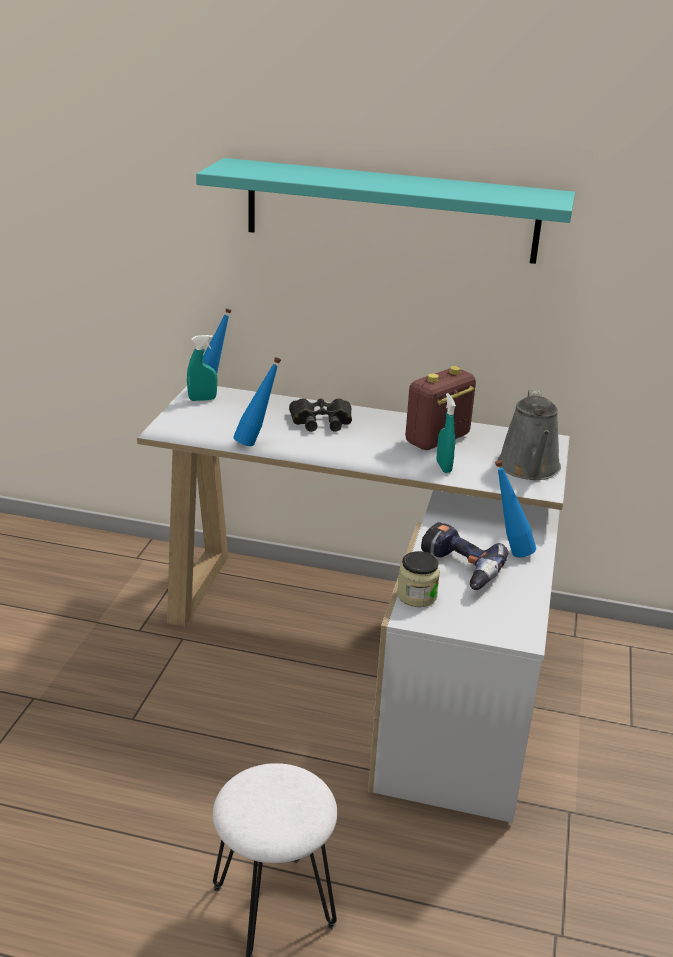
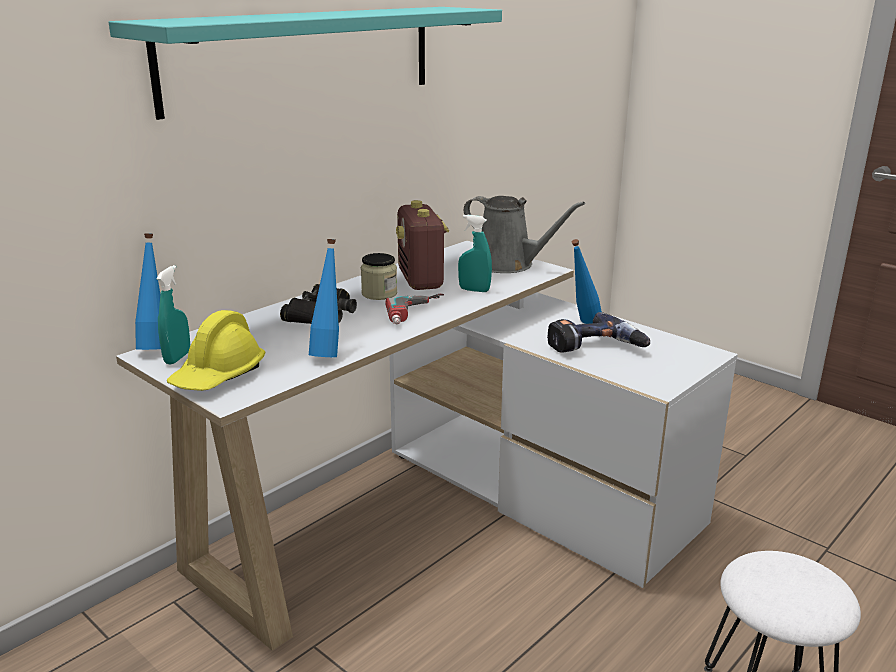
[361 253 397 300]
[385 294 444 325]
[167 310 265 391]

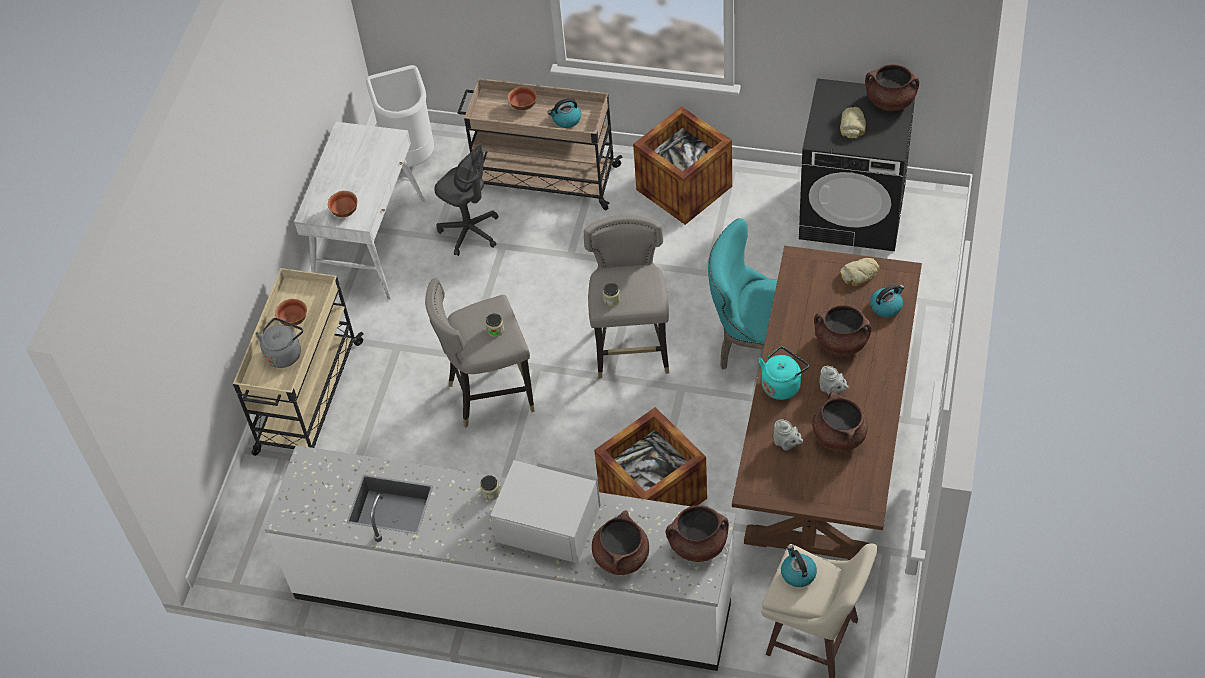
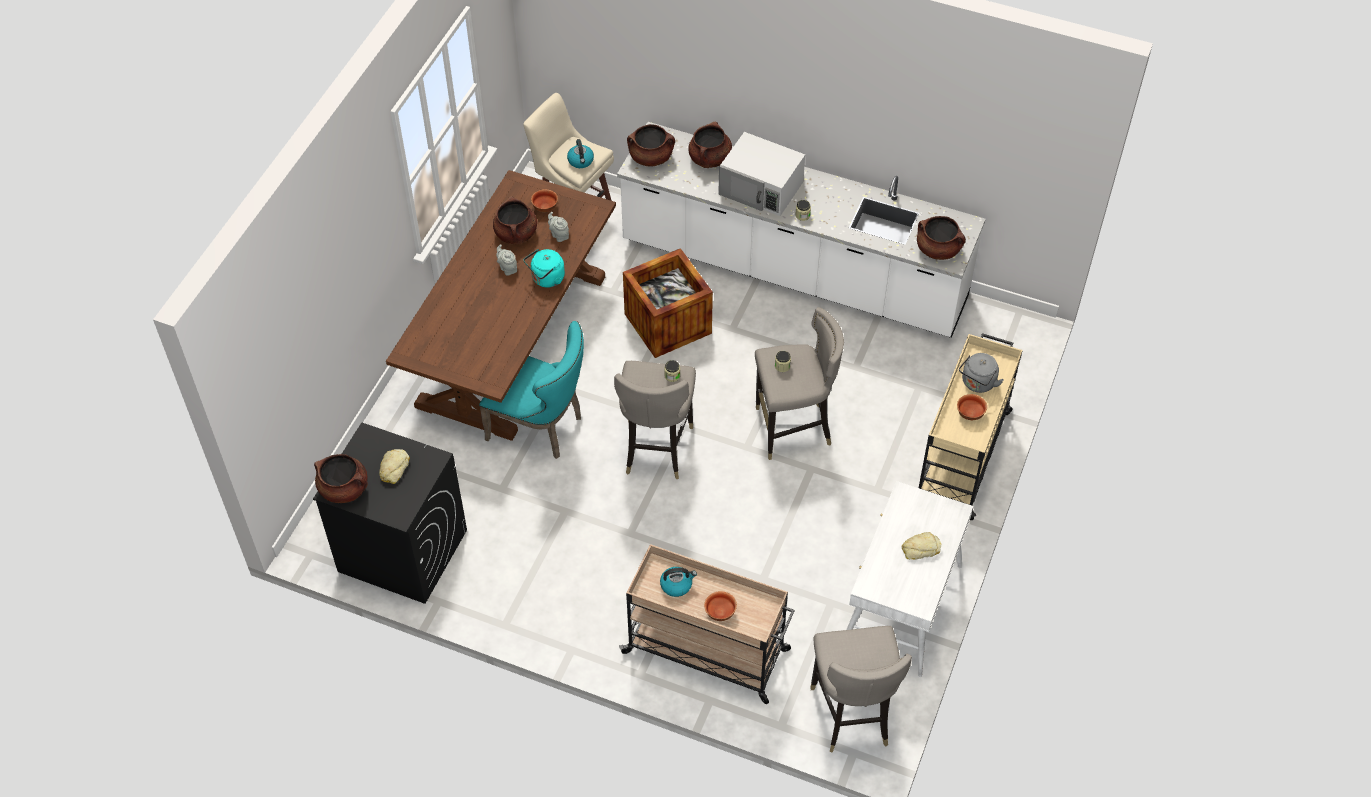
[810 626 912 753]
[633 106 732 225] (first image)
[434 143 498 256] (first image)
[531 189 558 212]
[902 532 942 560]
[870 284 904 317] (first image)
[917 216 966 260]

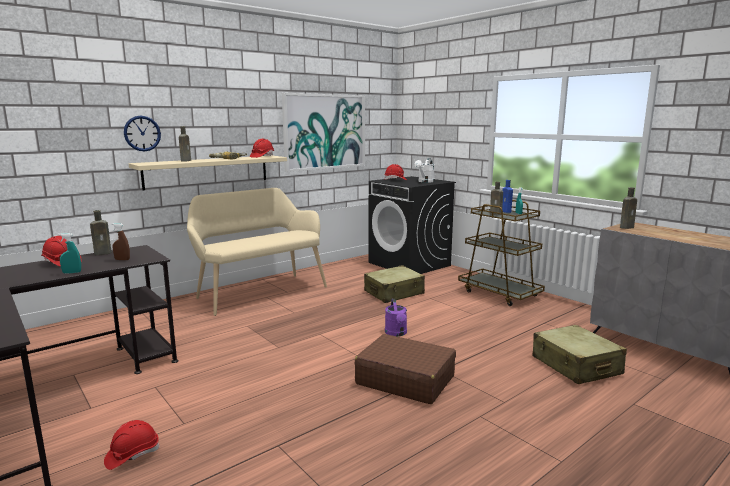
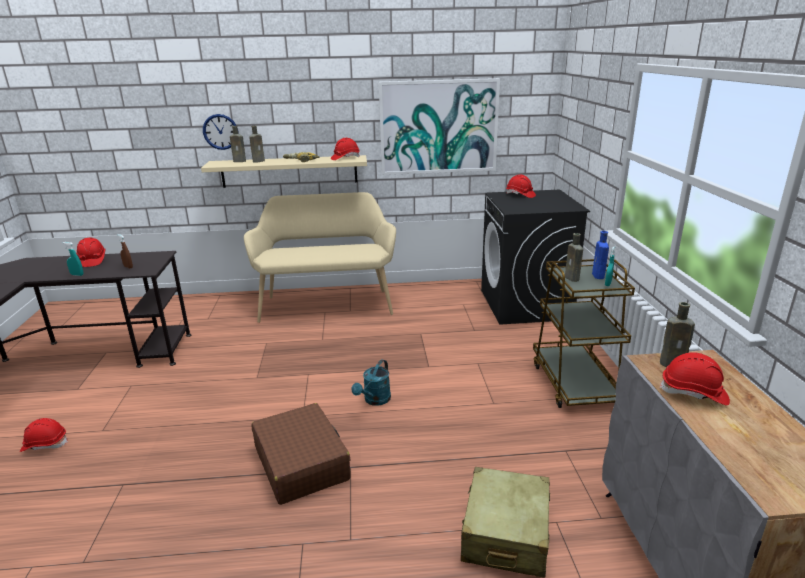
[415 158 435 183] (first image)
[230 126 246 162]
[364 265 425 303] (first image)
[352 359 391 406]
[659 352 730 406]

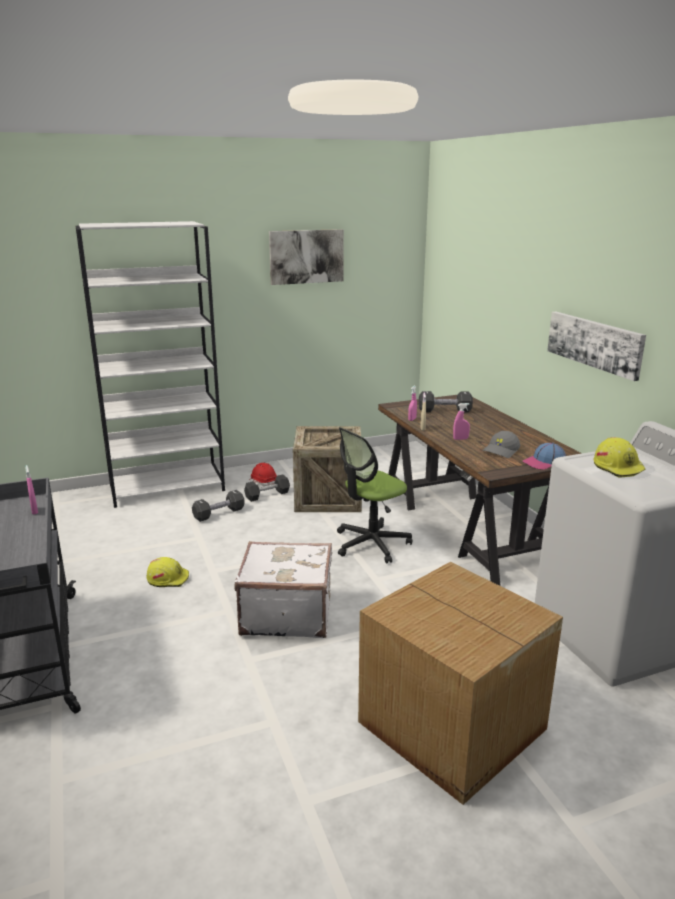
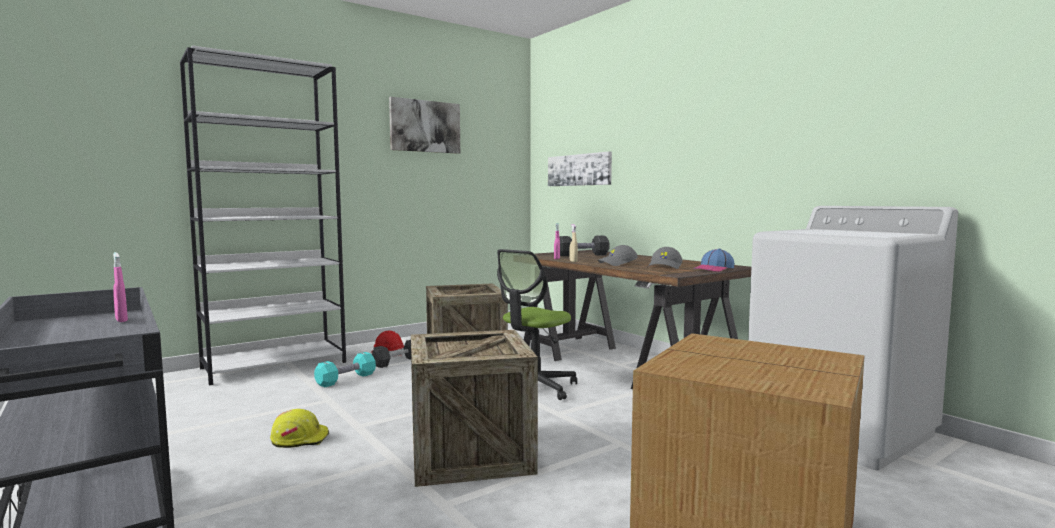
[548 151 612 186]
[598 245 638 266]
[593 437 646 478] (first image)
[314 352 376 387]
[411 330 538 487]

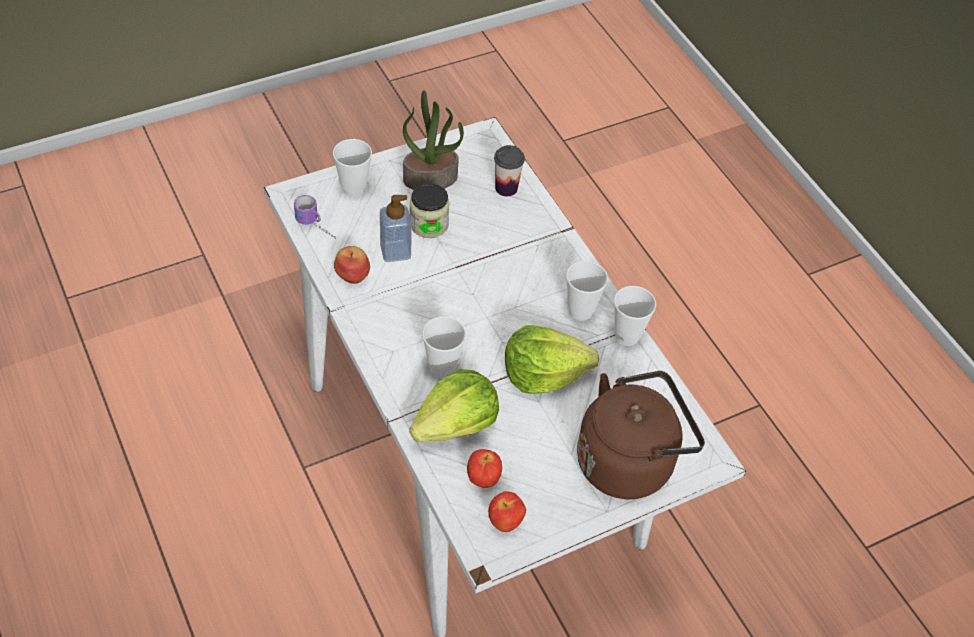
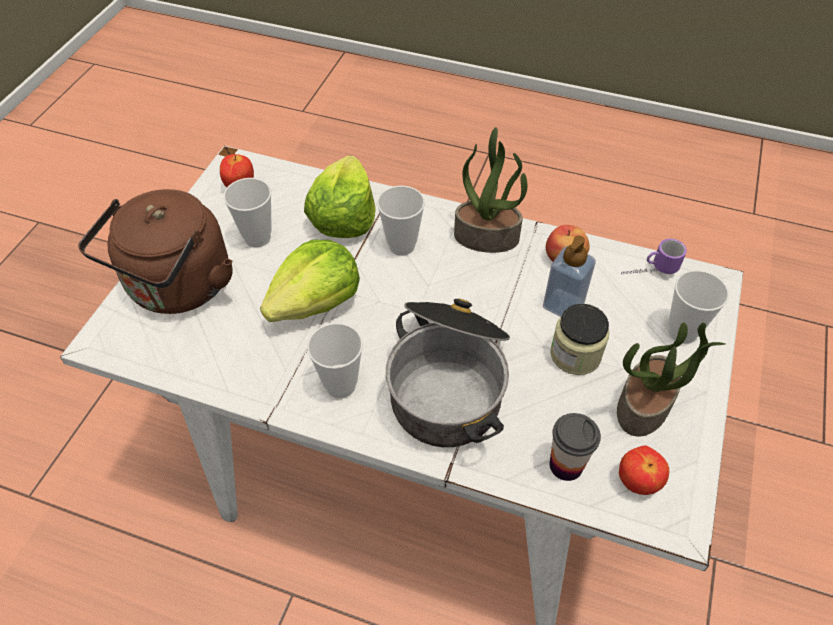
[224 178 272 248]
[619 445 669 495]
[454 127 527 253]
[386 299 510 447]

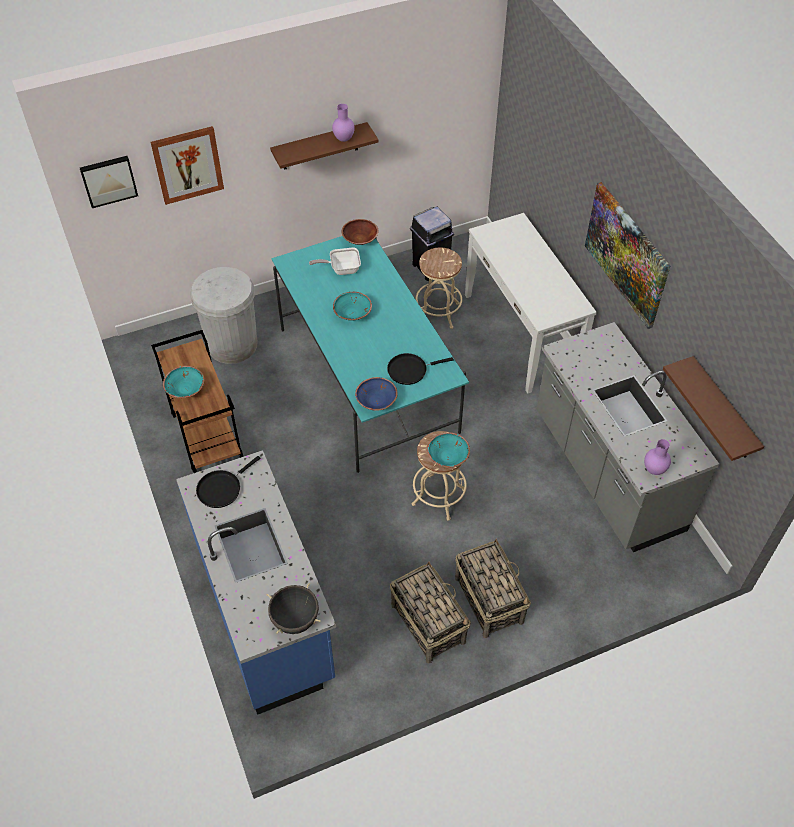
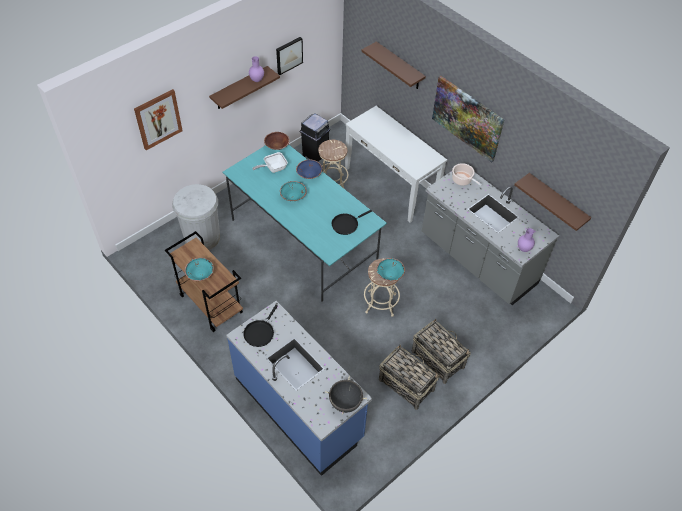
[276 37 303 75]
[296 159 323 179]
[361 41 426 89]
[452 163 482 186]

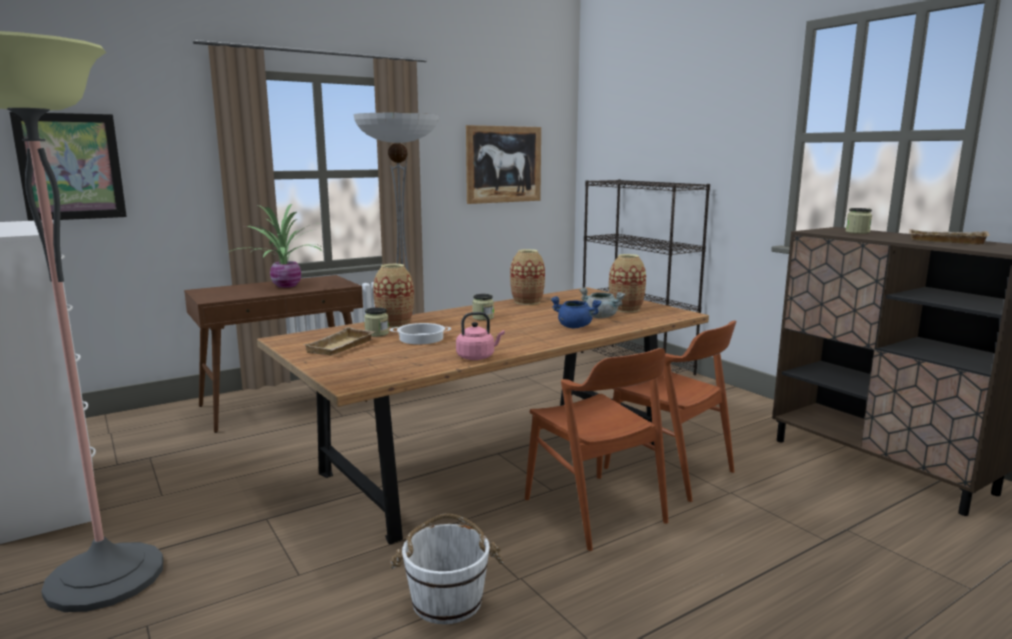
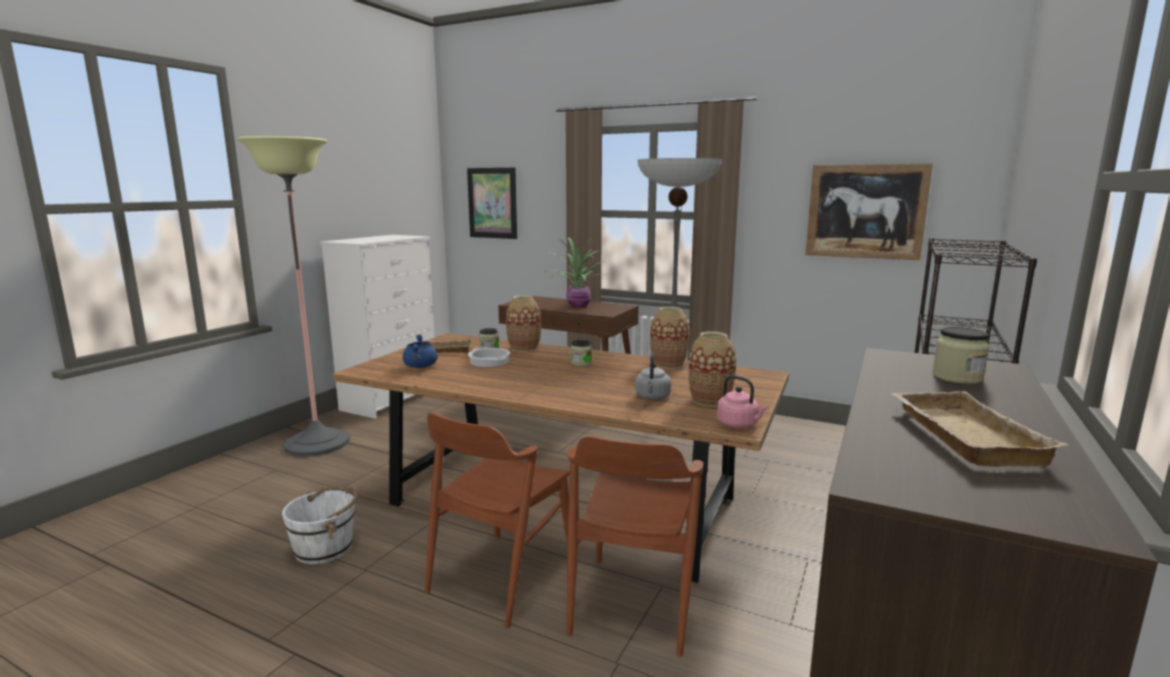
[635 352 672 400]
[403 334 438 368]
[717 375 768 428]

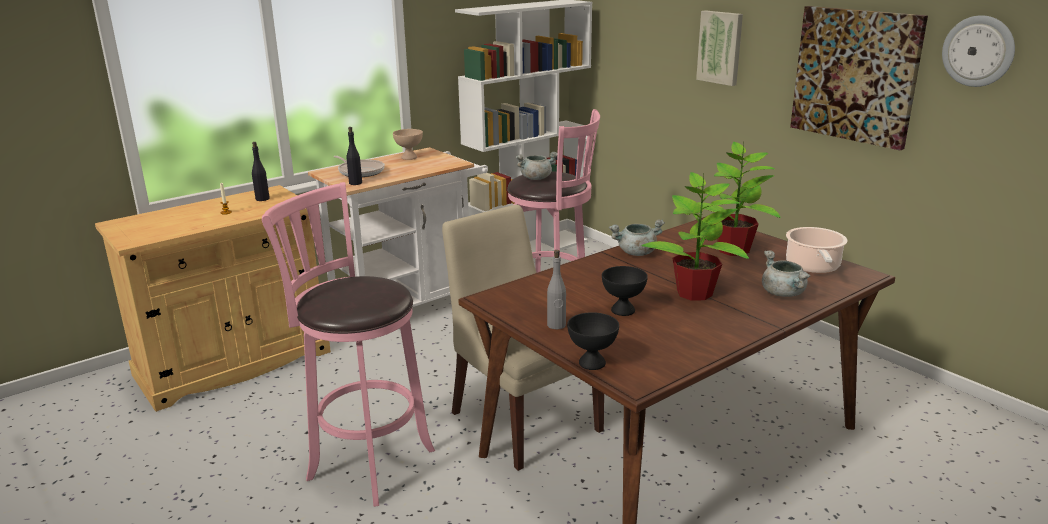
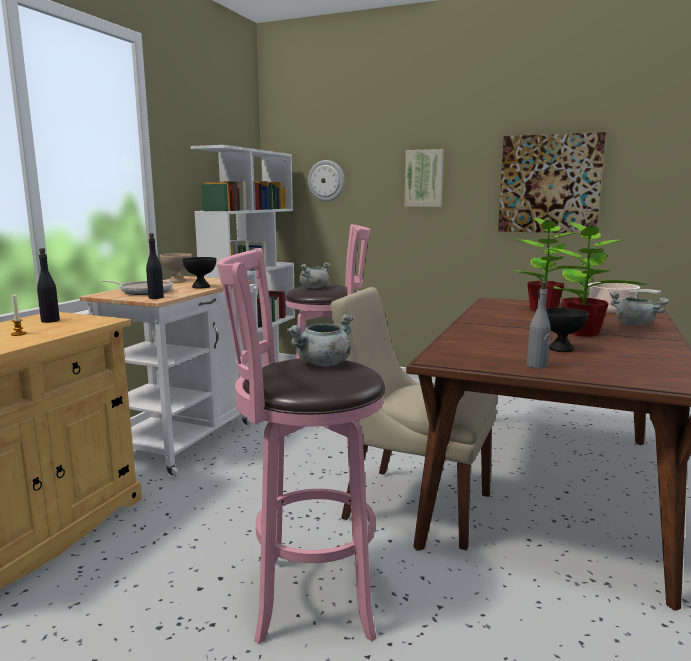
[308 160 345 202]
[287 314 354 366]
[182 257 216 289]

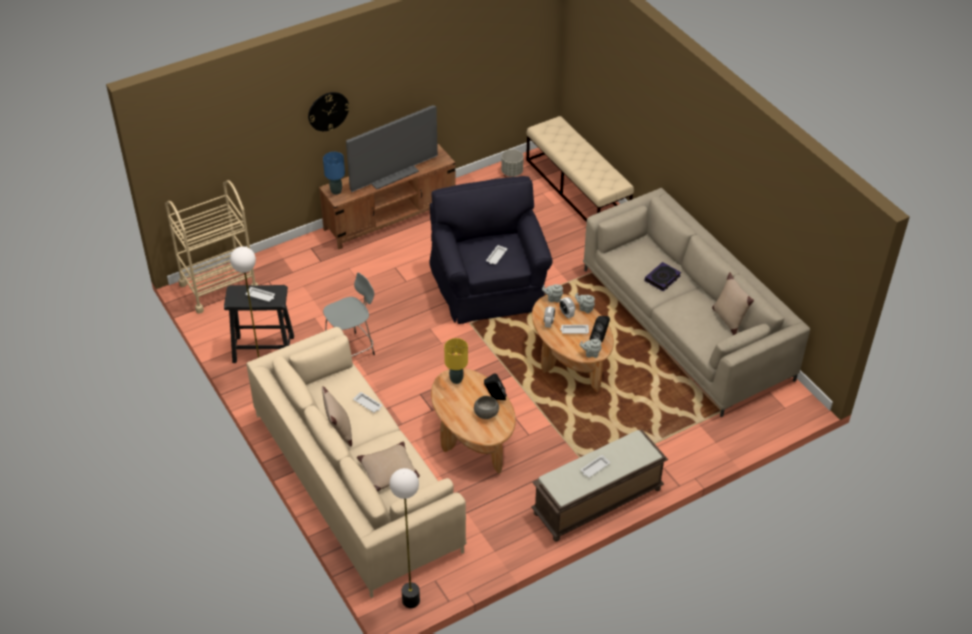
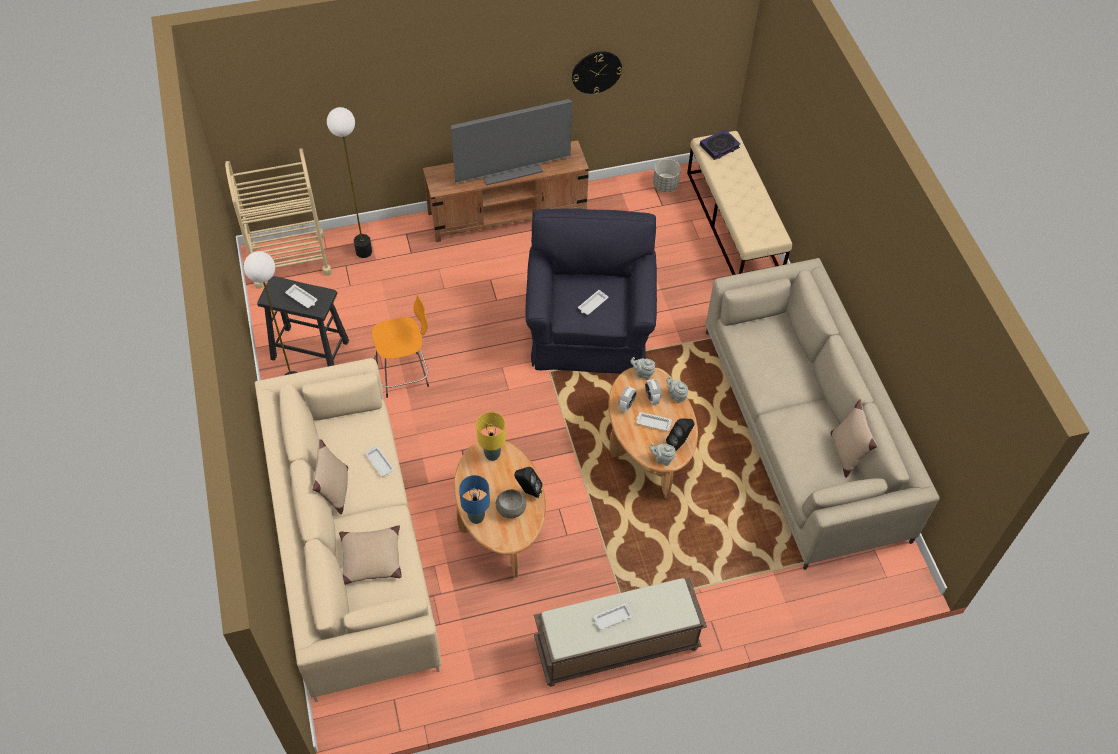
[572 52 622 94]
[459 475 490 524]
[700 129 740 160]
[372 295 429 398]
[327 107 372 258]

